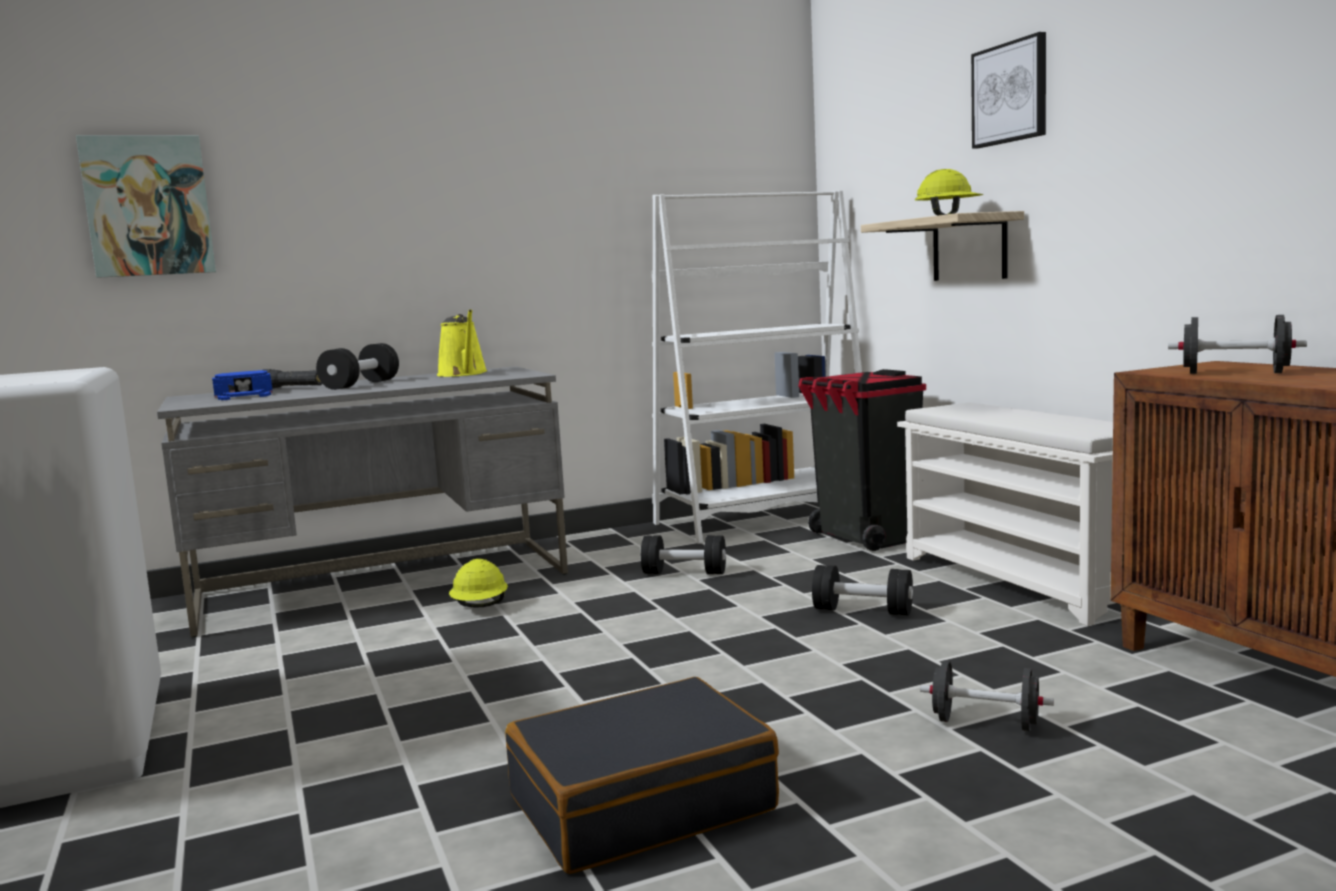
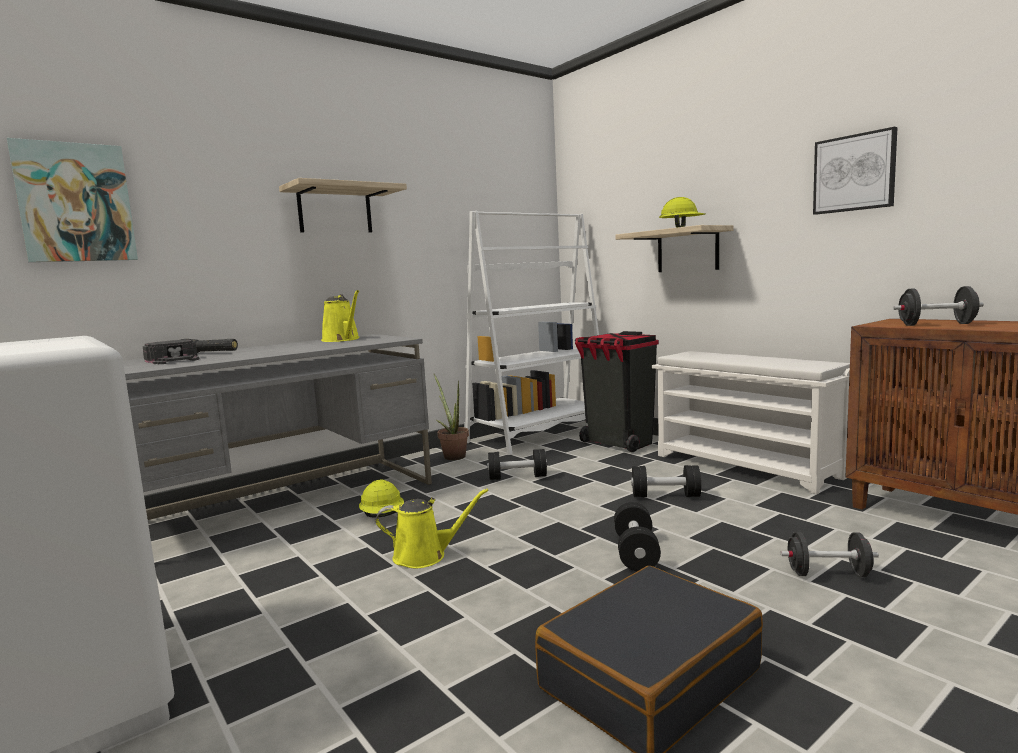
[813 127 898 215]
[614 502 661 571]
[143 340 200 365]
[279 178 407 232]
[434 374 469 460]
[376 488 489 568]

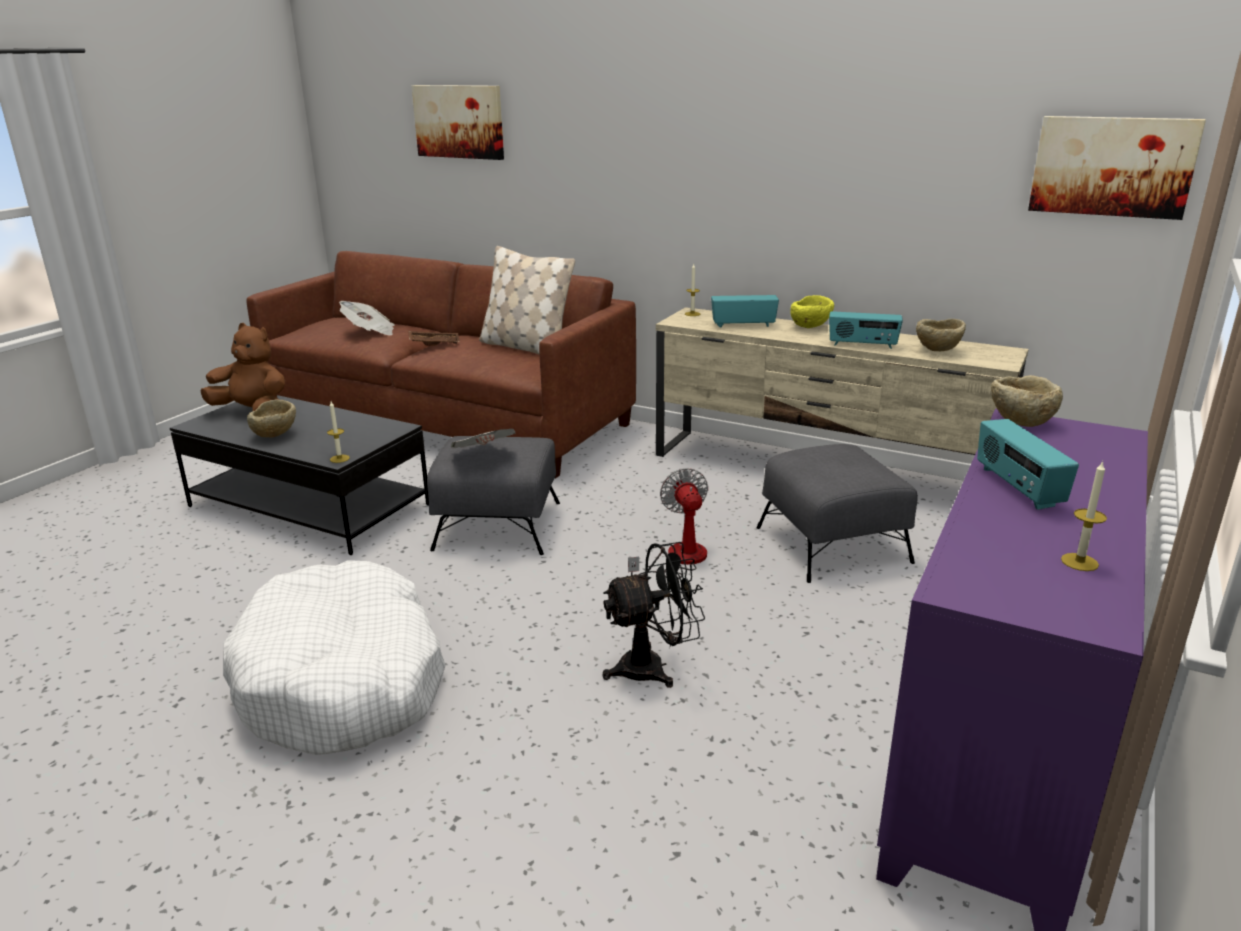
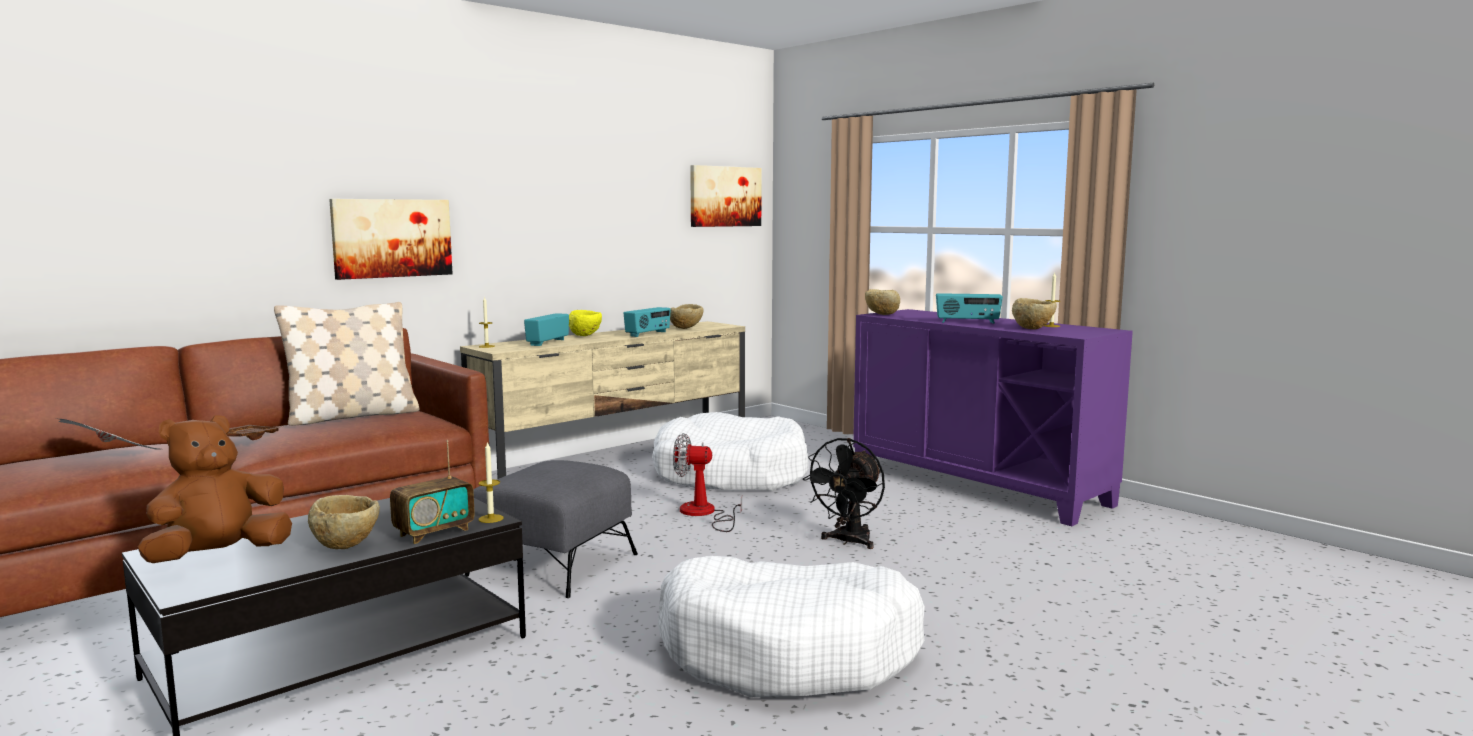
[329 199 452 280]
[451 429 515 448] (first image)
[652 412 808 491]
[803 438 885 549]
[1012 298 1057 329]
[390 440 475 544]

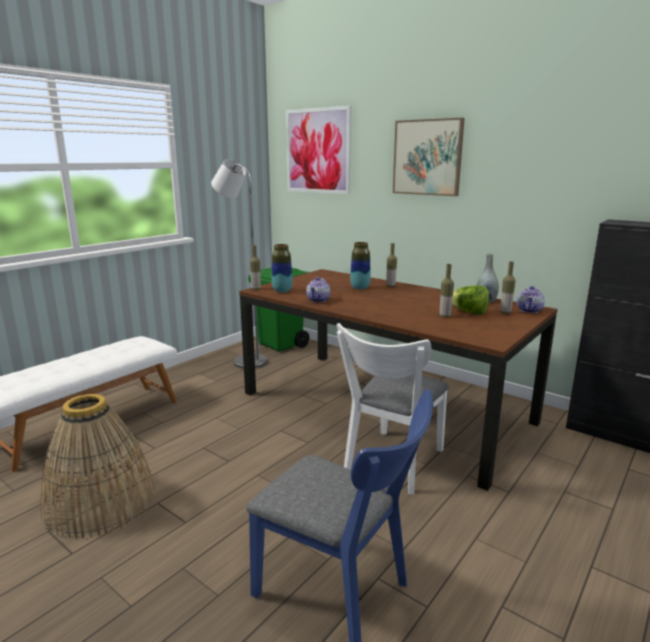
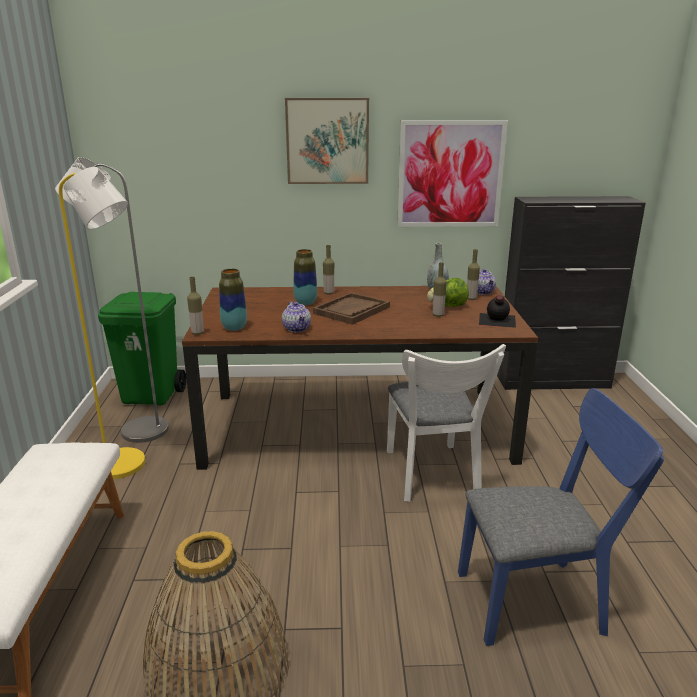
[397 120 508 227]
[59 167 145 479]
[313 292 390 325]
[479 295 516 328]

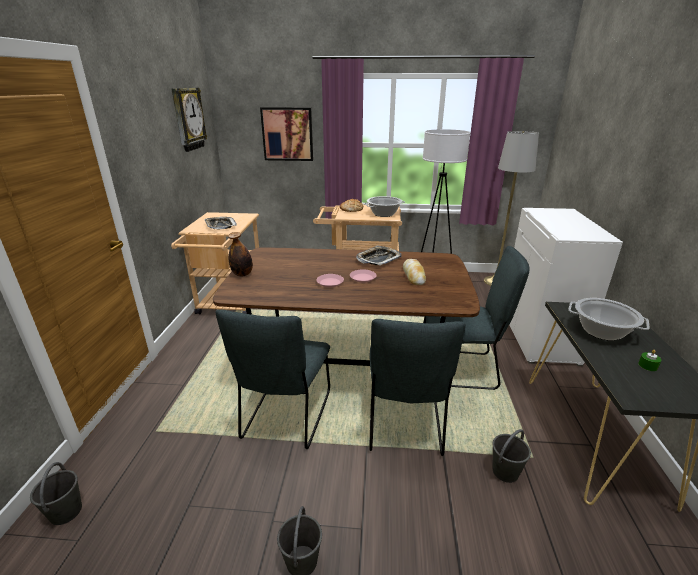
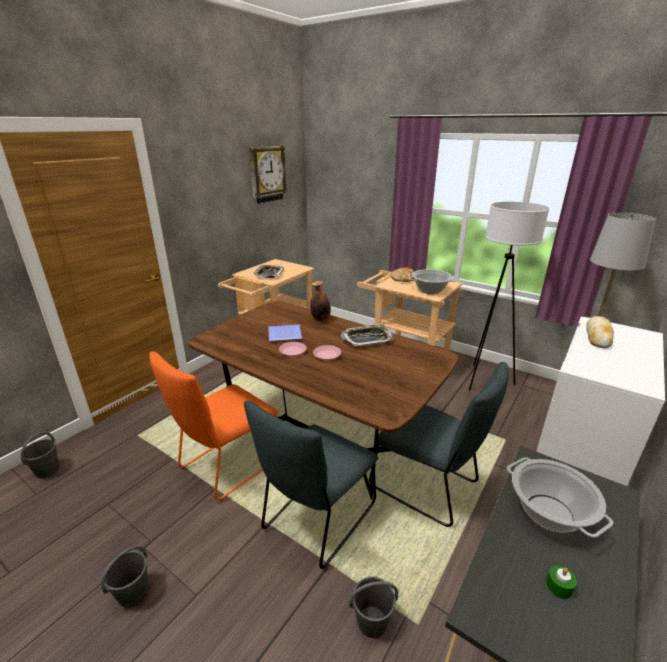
[260 107 313 161] (first image)
[310 281 331 321]
[586 316 614 348]
[149 351 278 501]
[268 324 302 341]

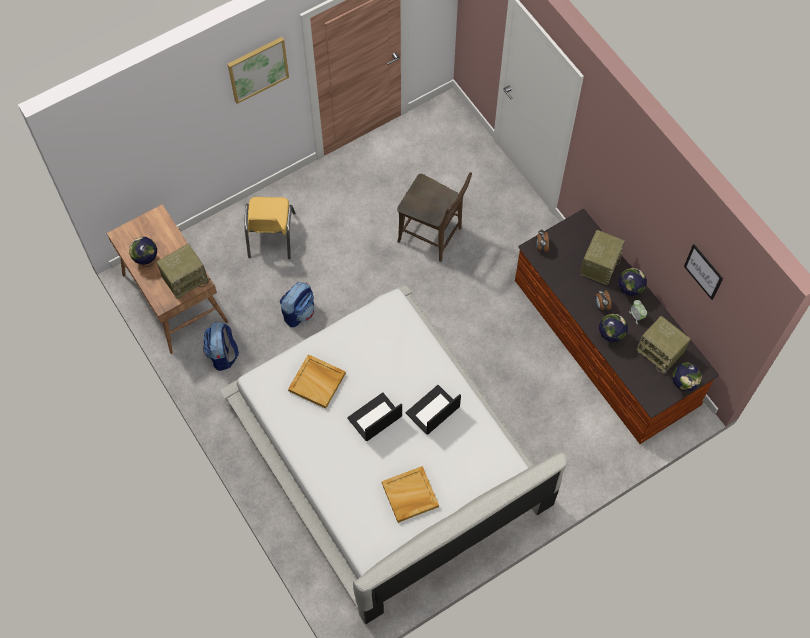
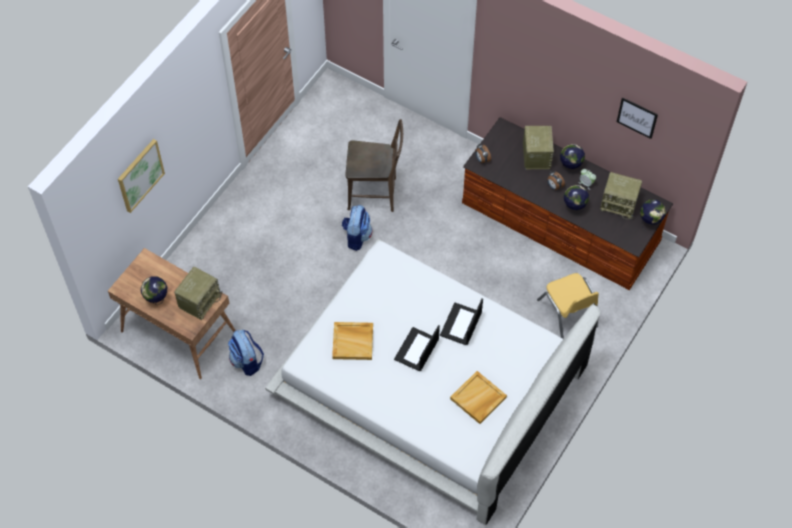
[118 139 165 213]
[537 273 599 339]
[342 205 372 251]

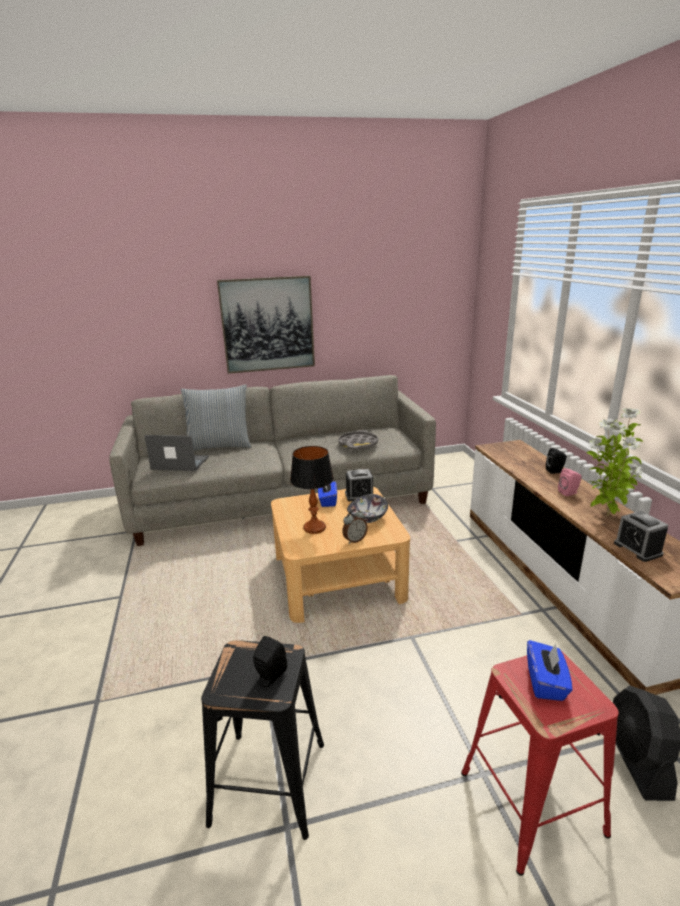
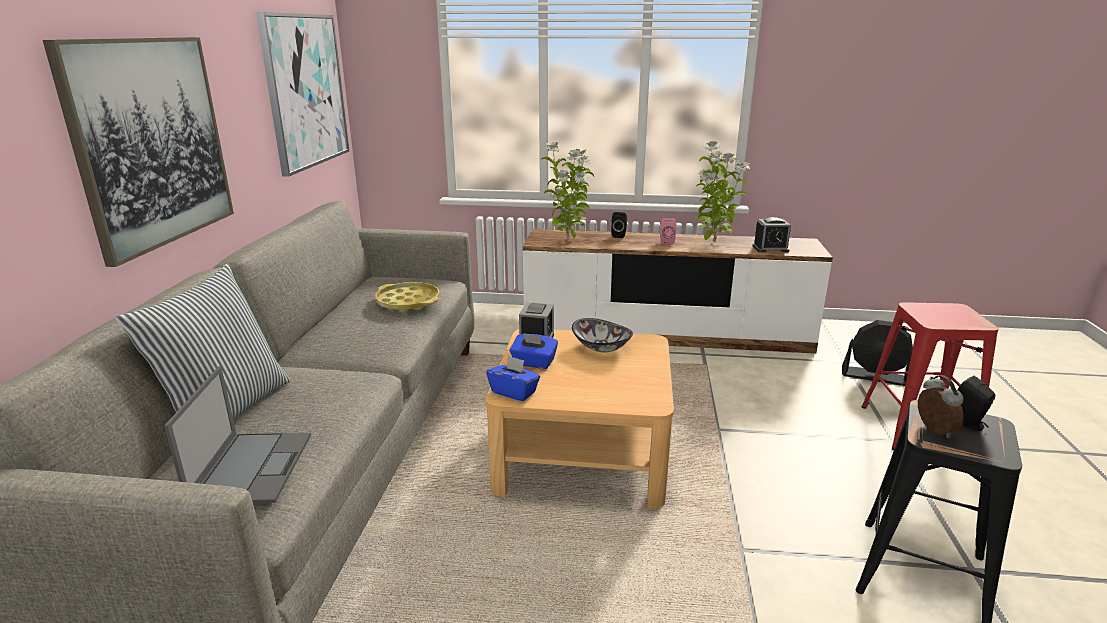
[375 282 440 312]
[164 366 311 503]
[290 446 334 534] (first image)
[918 375 964 438]
[486 355 540 401]
[256 12 349 177]
[540 142 594 239]

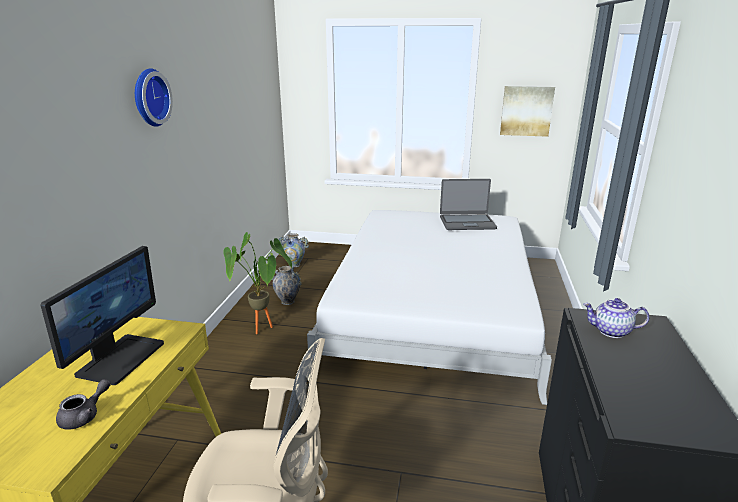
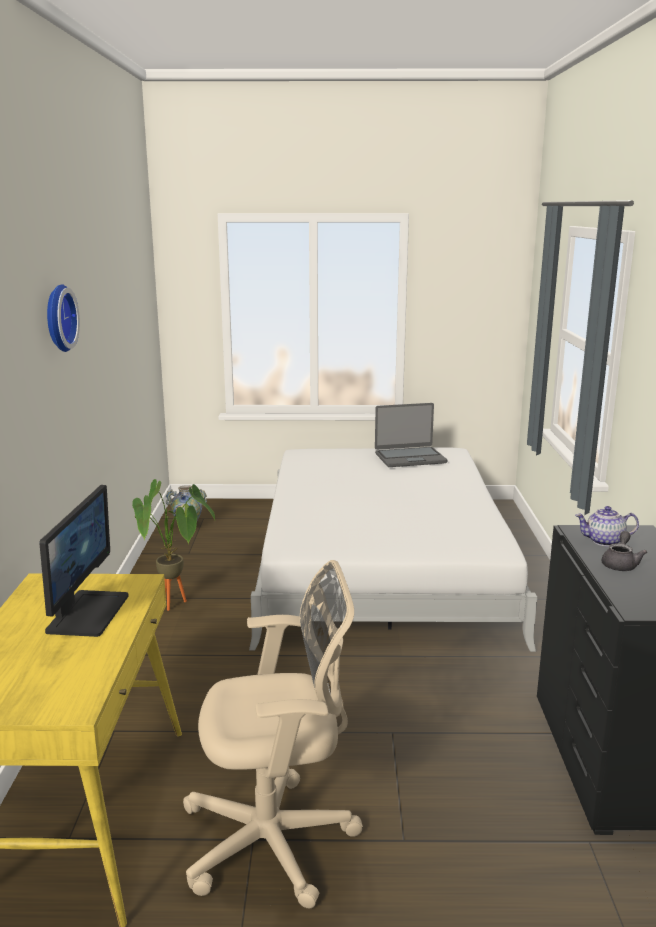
[500 86 555 137] (first image)
[272 266 302 305] (first image)
[602 531 647 571]

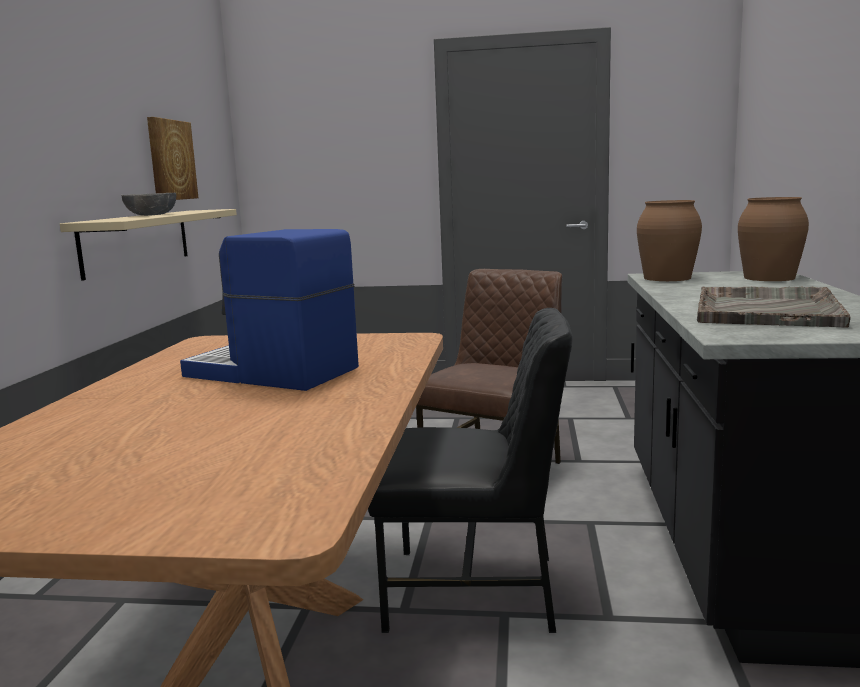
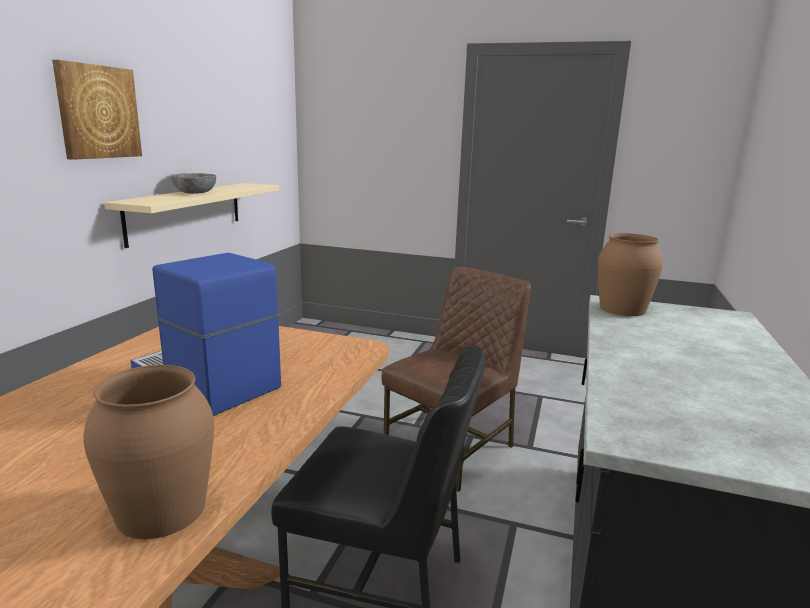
[52 60 142 160]
[83 365 214 539]
[697 287 850 327] (first image)

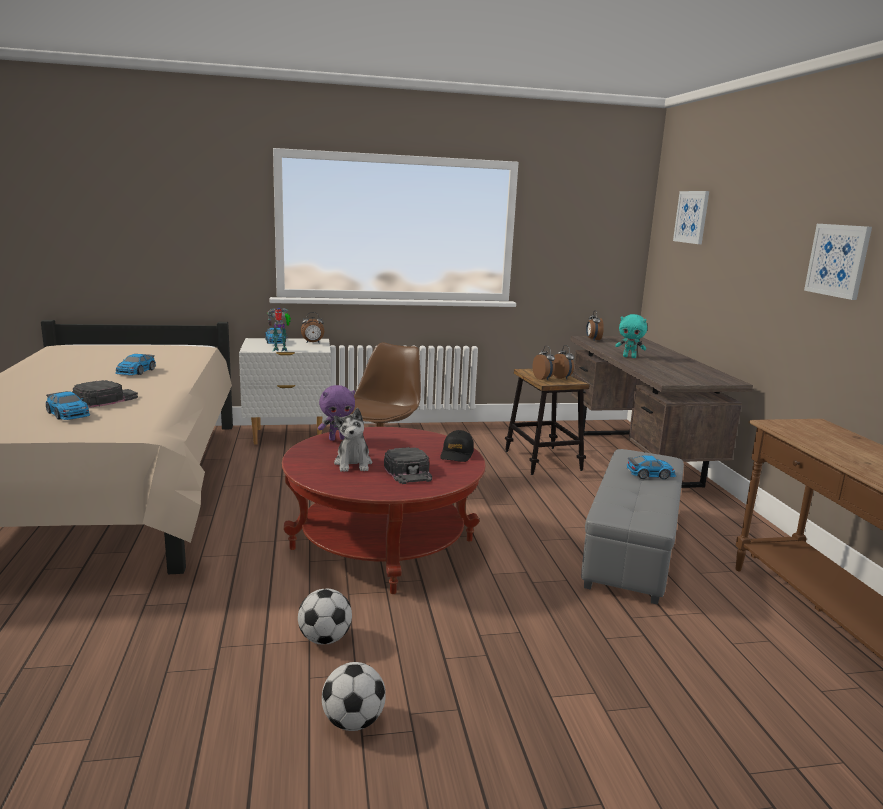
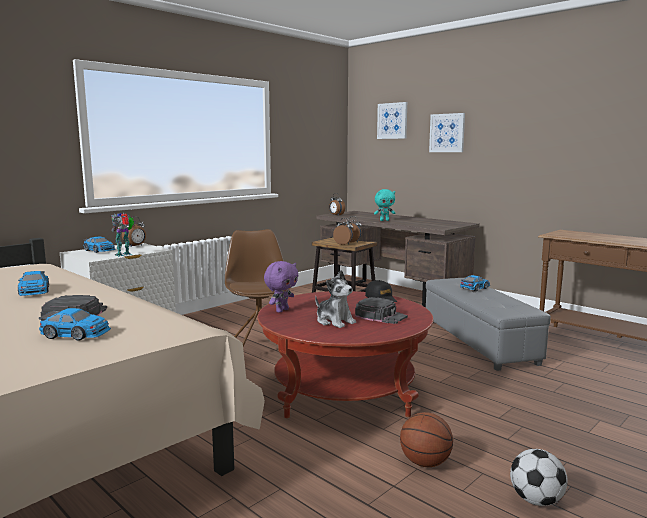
[429 113 465 152]
[400 412 453 467]

